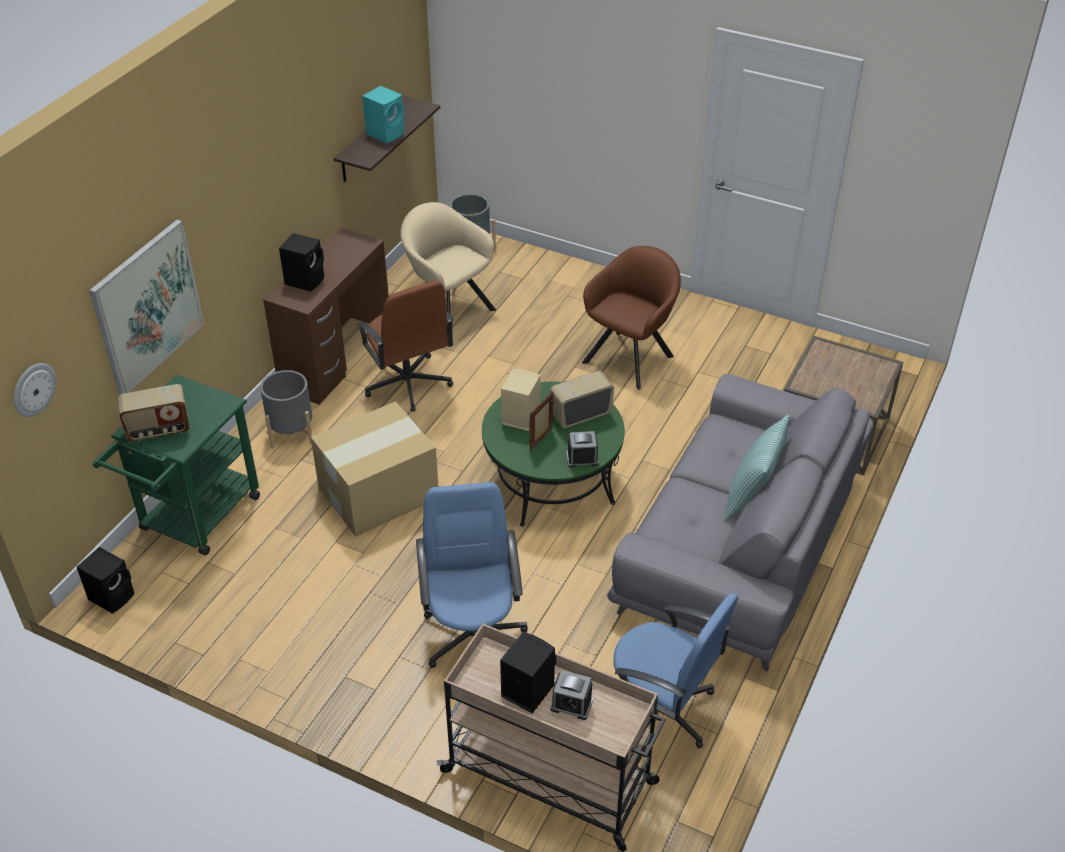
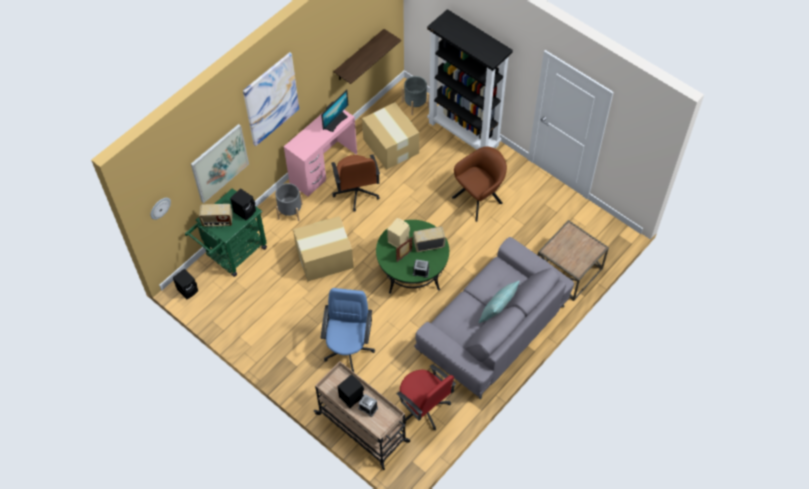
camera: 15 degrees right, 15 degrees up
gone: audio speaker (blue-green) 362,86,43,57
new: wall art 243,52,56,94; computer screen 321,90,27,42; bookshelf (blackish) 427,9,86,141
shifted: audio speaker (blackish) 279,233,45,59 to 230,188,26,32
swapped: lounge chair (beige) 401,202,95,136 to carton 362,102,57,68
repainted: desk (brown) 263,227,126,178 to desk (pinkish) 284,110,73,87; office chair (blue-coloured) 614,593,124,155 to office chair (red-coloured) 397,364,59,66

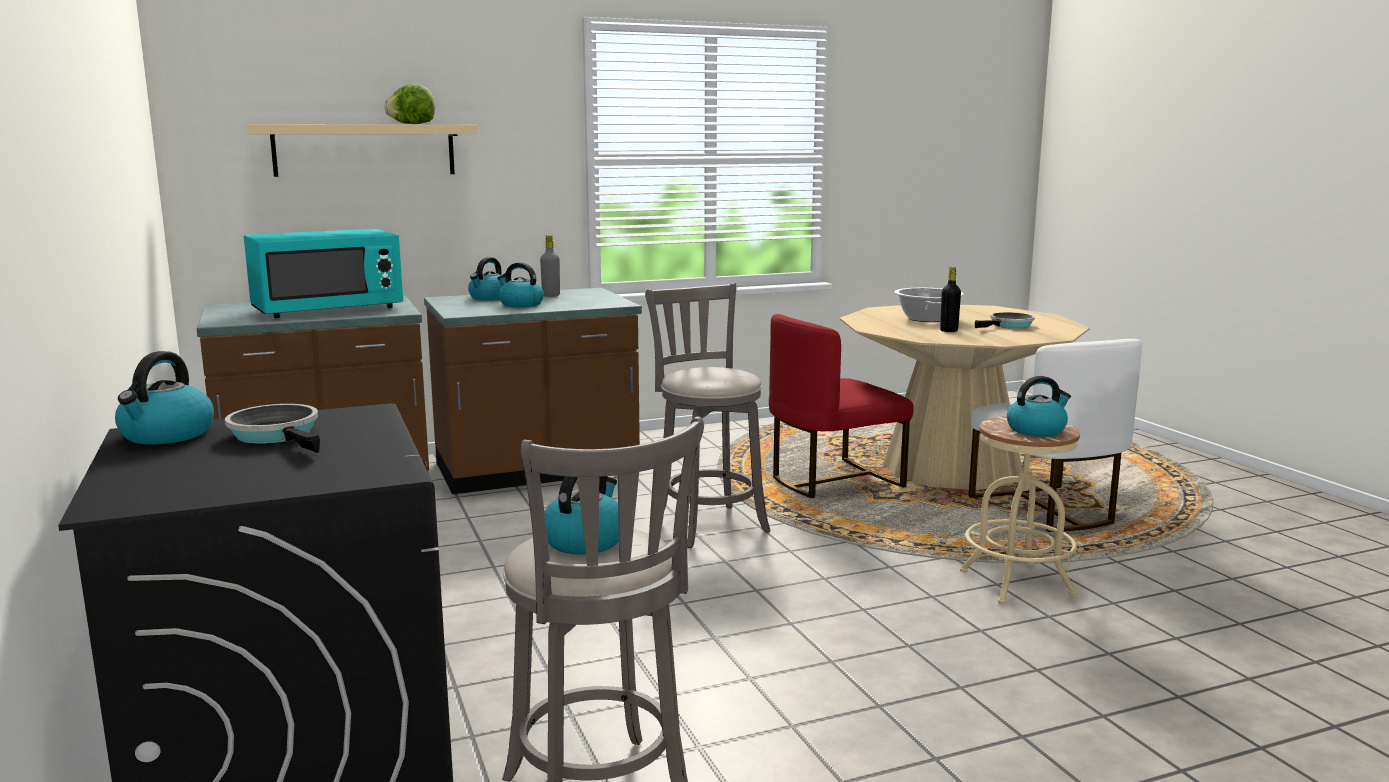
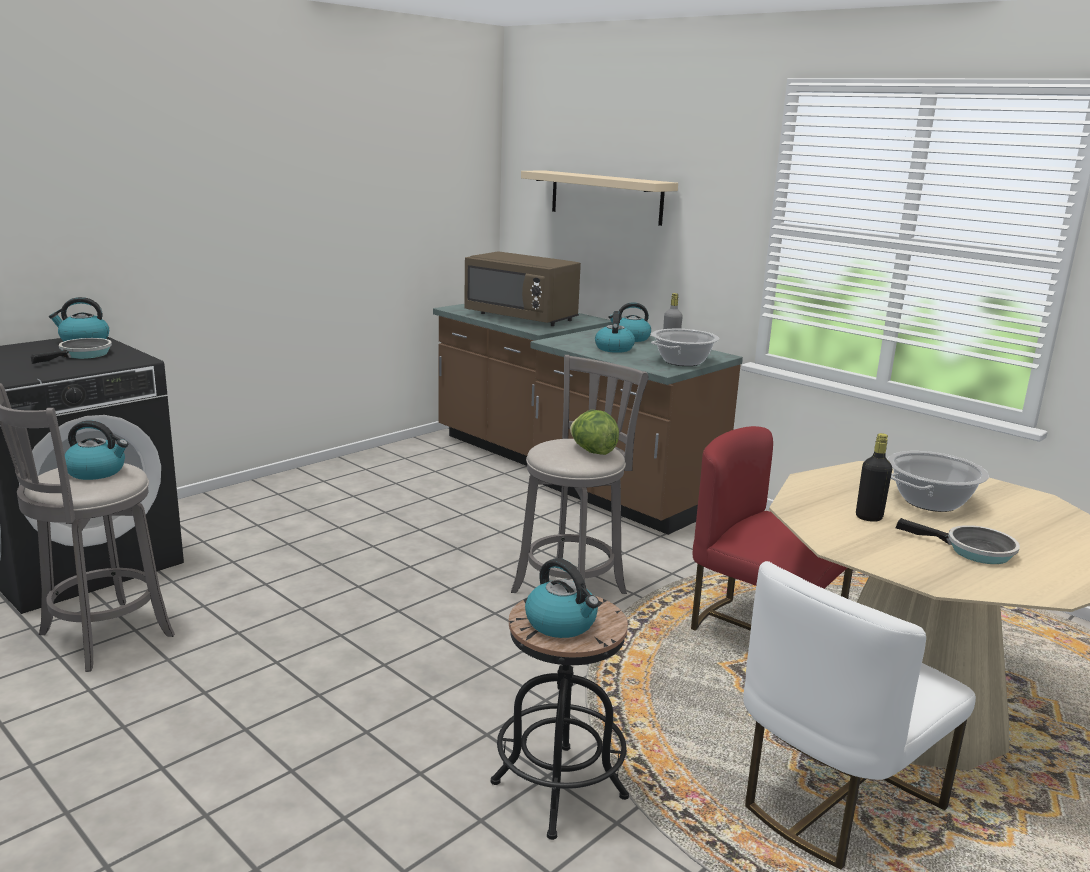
camera: 65 degrees right, 5 degrees up
new: saucepot 651,329,68,37
shifted: lettuce head 384,84,51,40 to 570,410,49,45
repainted: microwave oven (blue-green) 244,229,159,89 to microwave oven (brown) 464,251,117,75; sitting stool (beige) 960,416,120,189 to sitting stool (blackish) 491,596,138,244

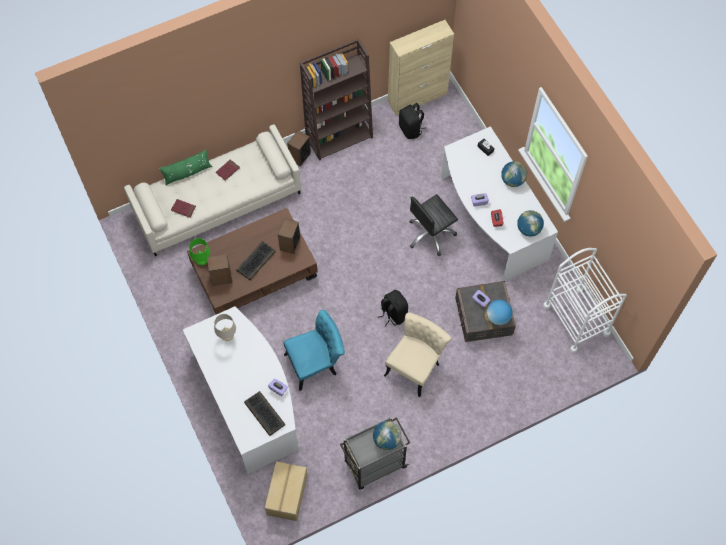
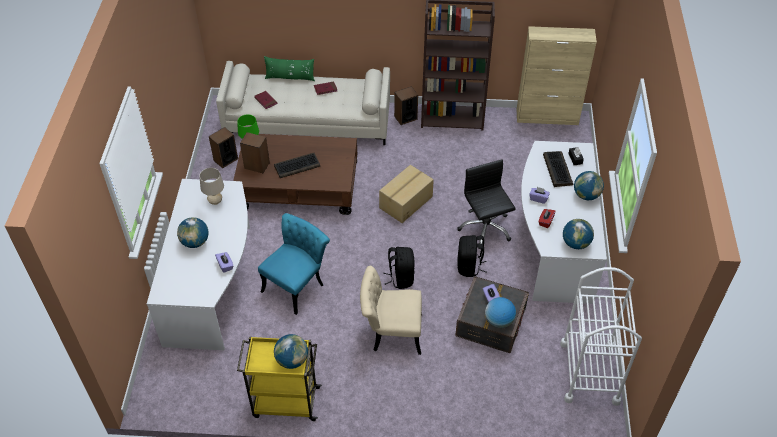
camera: 30 degrees right, 15 degrees down
new: desk globe 177,217,32,31
shifted: audio speaker 278,218,22,36 to 209,127,29,42; carton 265,461,43,60 to 379,165,55,58; rucksack (blackish) 399,103,26,36 to 457,235,30,42; computer keyboard 244,391,42,45 to 543,151,30,36
repainted: trolley (grey) 340,417,70,72 to trolley (yellow) 237,336,85,85
rotated: chair (blue-green) 284,310,61,81 = 258,213,72,102 60 degrees counterclockwise; chair (beige) 384,312,68,85 = 360,266,62,89 150 degrees counterclockwise; office chair (blackish) 410,194,48,62 = 457,159,59,90 75 degrees clockwise

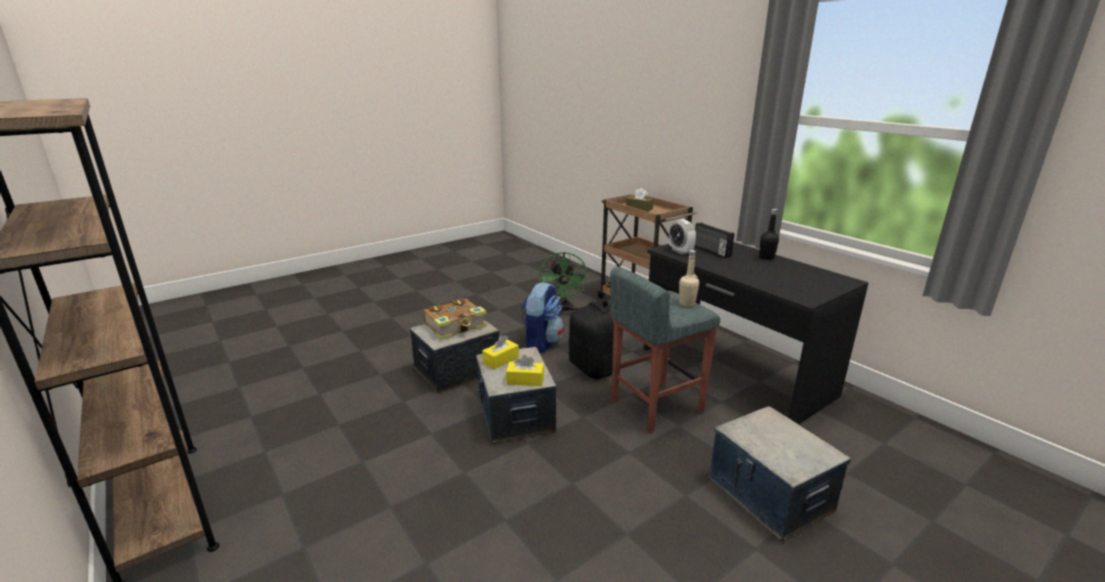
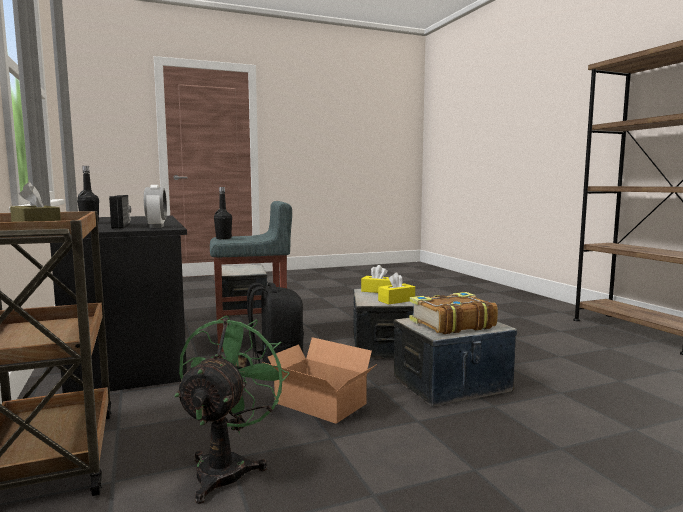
camera: 165 degrees left, 15 degrees down
swapped: rucksack 521,282,43,71 to carton 262,337,115,87
repainted: drink bottle (beige) 679,250,20,56 to drink bottle (blackish) 214,187,18,52

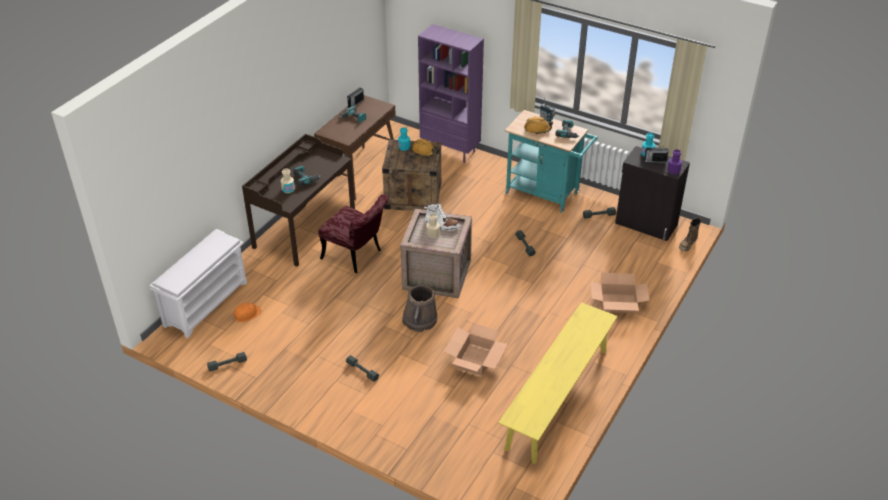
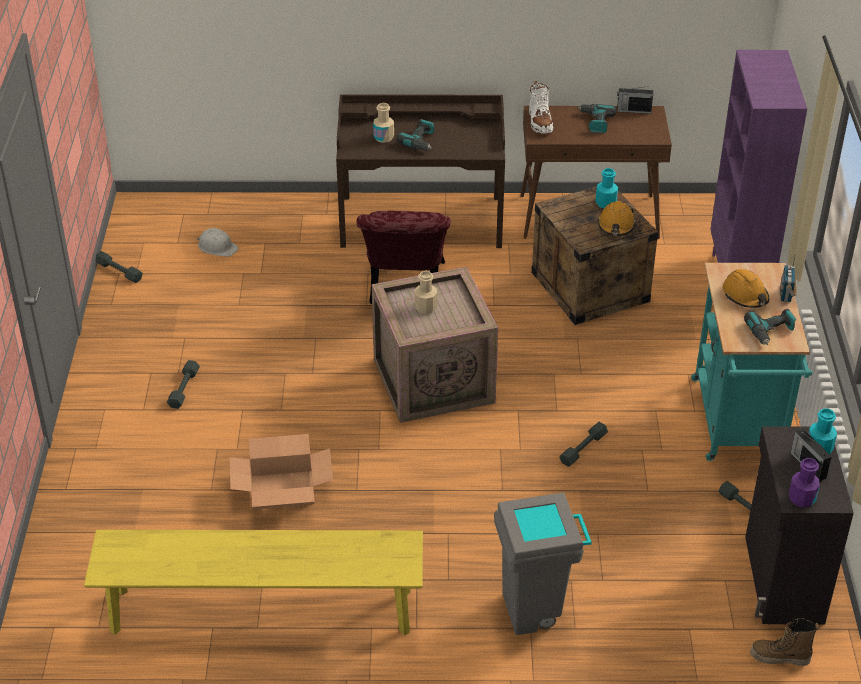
camera: 60 degrees right, 0 degrees up
gone: shoe stand (whitish) 149,229,98,109; water bucket (brown) 402,285,35,47
shifted: high-top boot (whitish) 424,203,36,28 to 529,81,24,52
swapped: carton 590,273,59,40 to waste bin (grey) 494,492,98,143
repainted: work helmet (orange) 232,303,30,19 to work helmet (whitish) 197,228,42,29

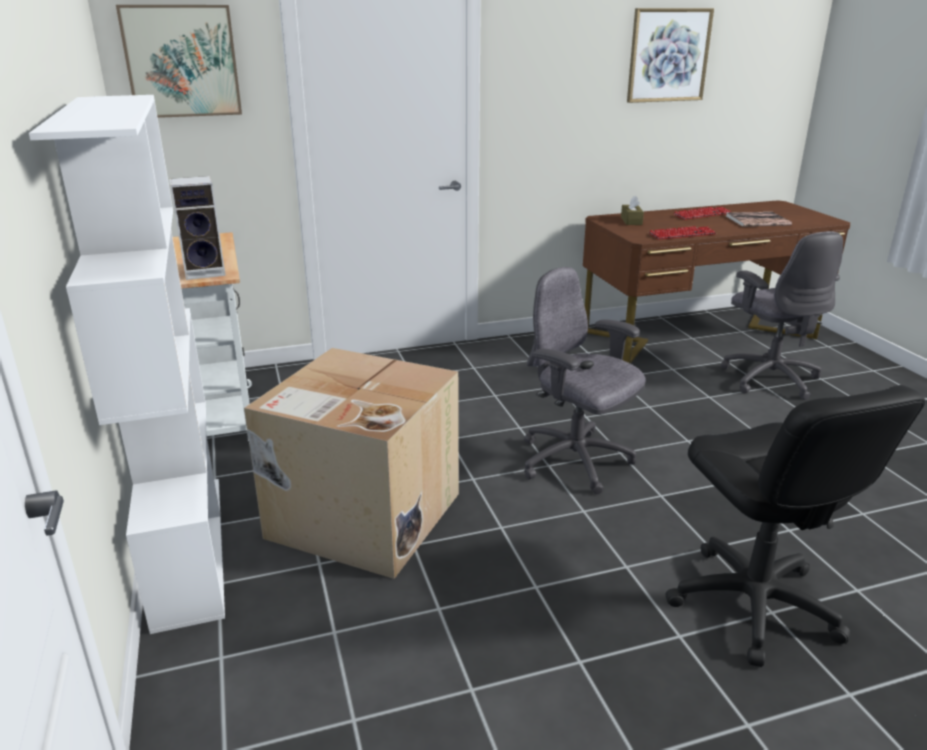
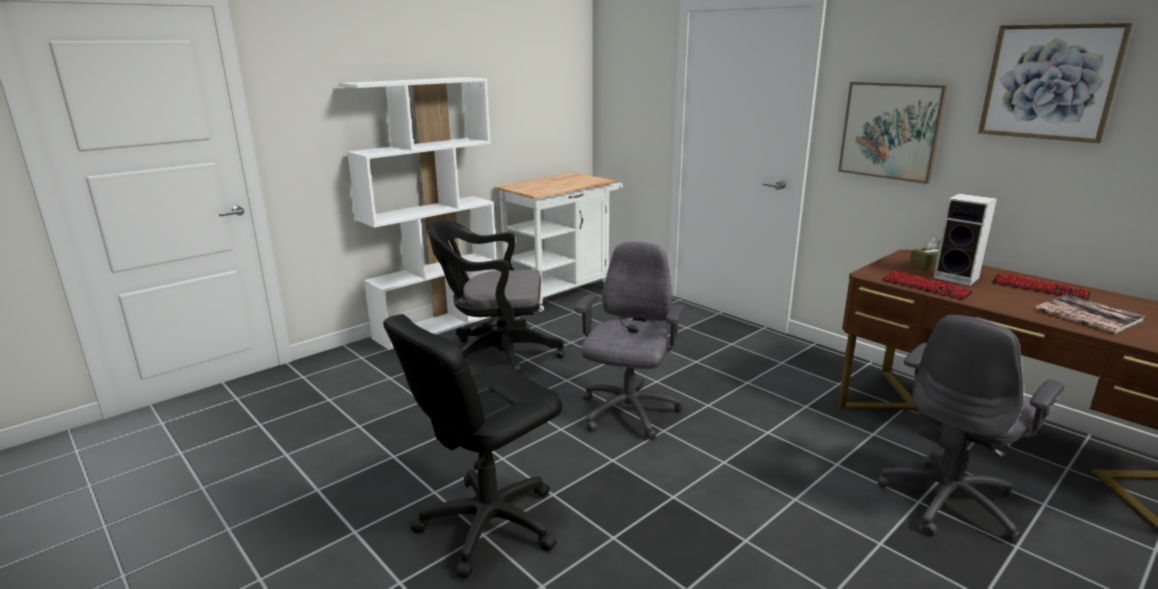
camera: 65 degrees right, 5 degrees down
shifted: wall art 116,5,126,113 to 838,82,110,102; audio speaker 169,176,57,104 to 933,194,64,92
swapped: carton 244,348,215,231 to office chair (blackish) 427,220,137,153

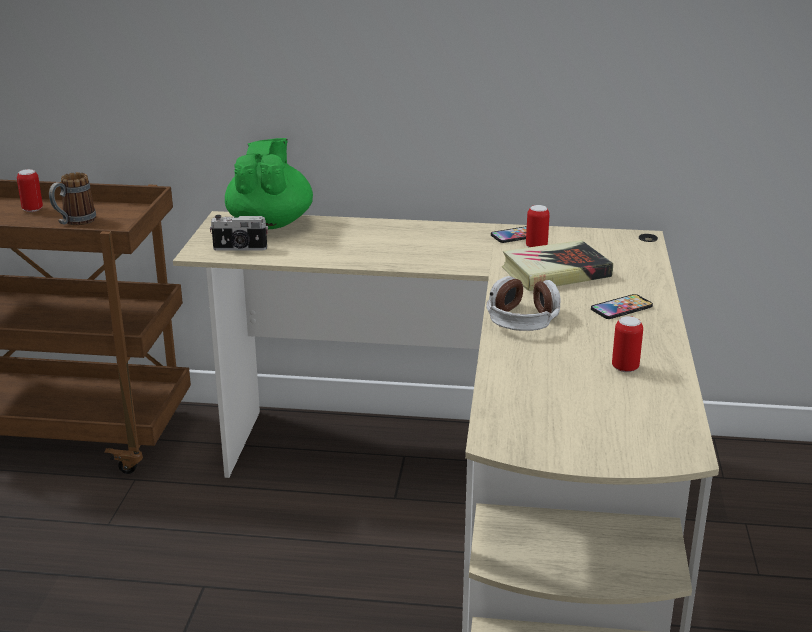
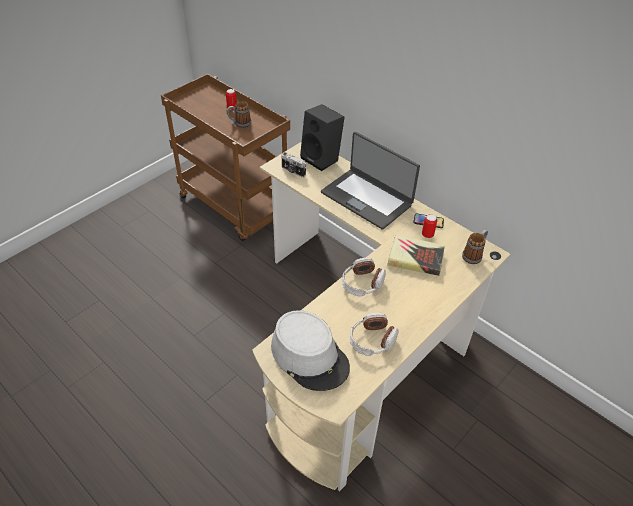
camera: 35 degrees right, 20 degrees up
gone: telephone 591,294,62,25
new: clothing hat (grey) 271,310,79,81; portable computer 321,132,99,98; mug 462,230,26,34
swapped: pot for tea (green-coloured) 225,138,88,91 to audio speaker (blackish) 300,104,45,67; can 612,316,31,56 to headphones 350,313,48,43

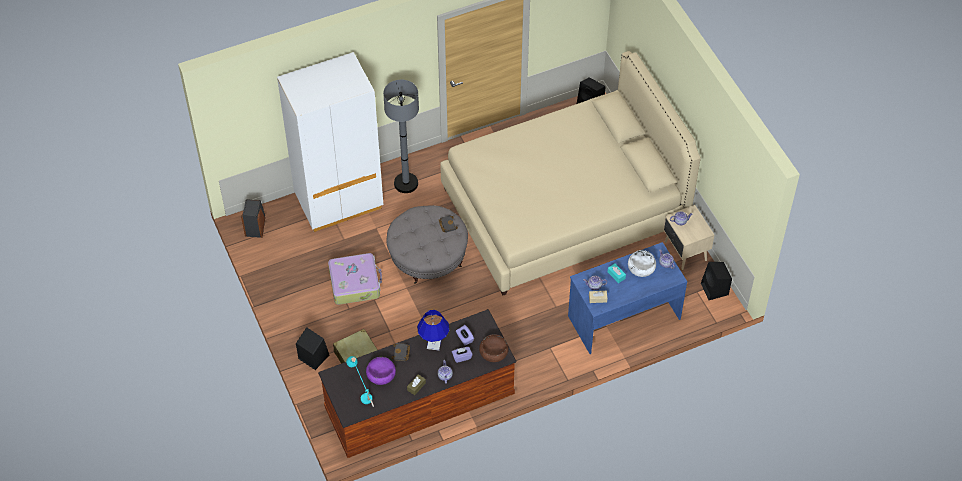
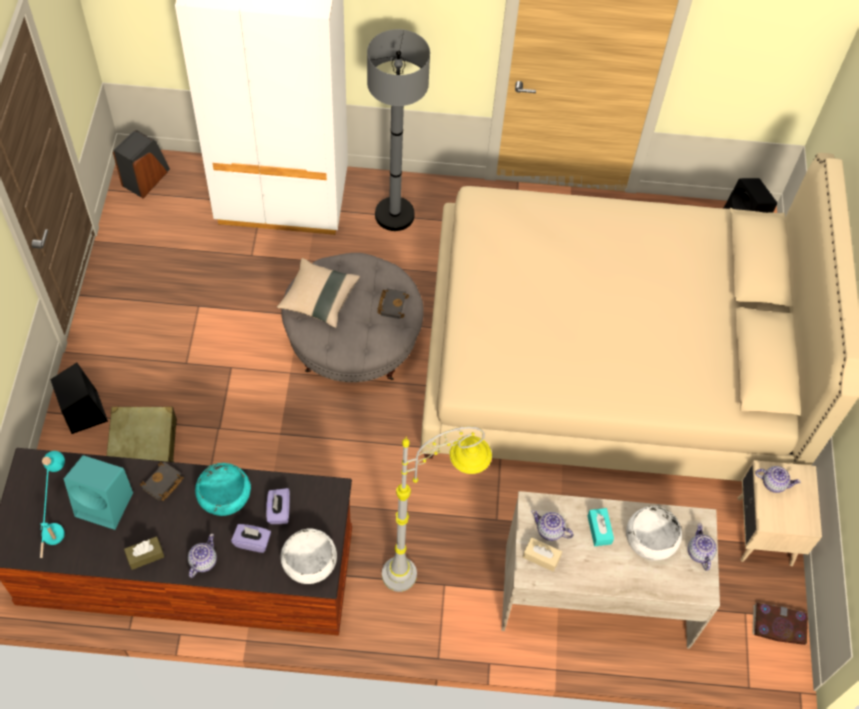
camera: 25 degrees right, 5 degrees up
gone: suitcase 328,253,54,52
new: pillow (beige) 277,258,83,70; standard lamp (grey) 382,426,110,166
swapped: bowl (purplish) 366,357,30,28 to audio speaker (blue-green) 63,455,70,75; lamp for a table (blue-coloured) 417,310,32,41 to bowl (blue-green) 195,463,56,53; audio speaker (blackish) 701,262,31,38 to book 752,603,56,42
repainted: bowl (brown) 479,334,30,28 to bowl (whitish) 281,528,56,56; desk (blue-coloured) 568,242,119,112 to desk (beige) 502,491,218,158

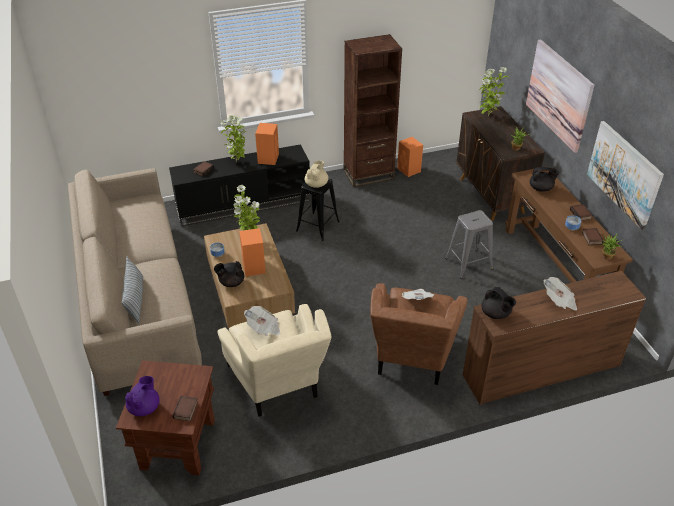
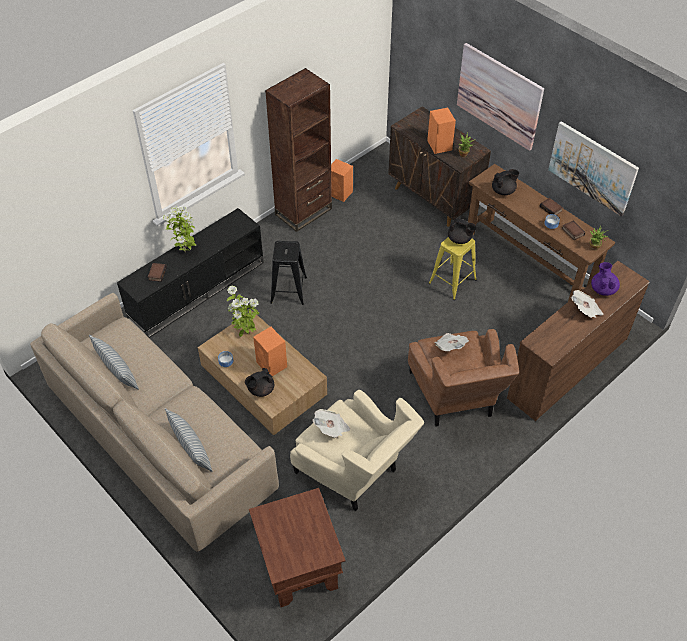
camera: 25 degrees left, 10 degrees up
gone: book 173,396,25,25; pot for tea (beige) 305,161,24,27; houseplant 479,67,29,49
new: pillow 89,335,50,55
shifted: audio speaker (orange) 255,123,24,42 to 427,108,29,46; pot for tea (blackish) 481,287,35,32 to 448,218,29,26; pot for tea (purplish) 125,376,35,40 to 591,262,29,34
repainted: sitting stool (grey) 445,210,48,69 to sitting stool (yellow) 428,237,49,63

